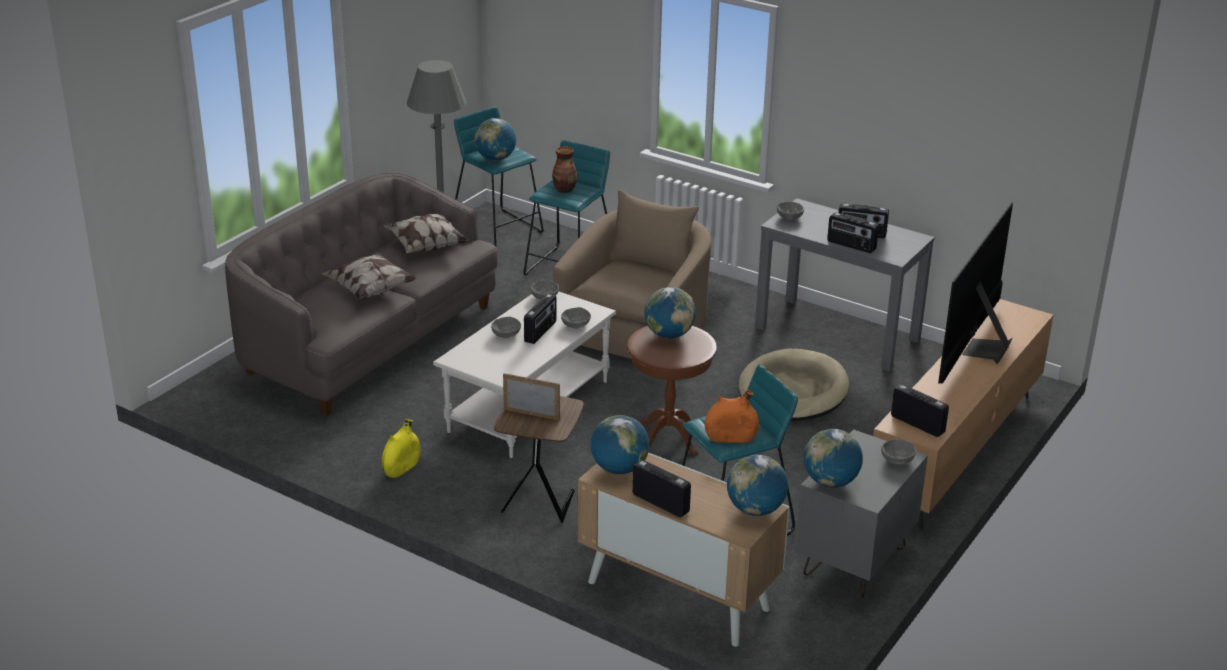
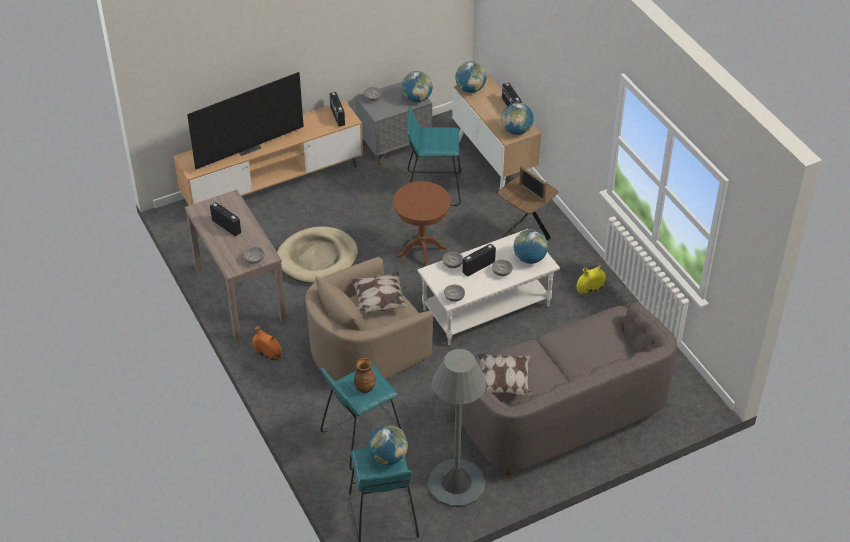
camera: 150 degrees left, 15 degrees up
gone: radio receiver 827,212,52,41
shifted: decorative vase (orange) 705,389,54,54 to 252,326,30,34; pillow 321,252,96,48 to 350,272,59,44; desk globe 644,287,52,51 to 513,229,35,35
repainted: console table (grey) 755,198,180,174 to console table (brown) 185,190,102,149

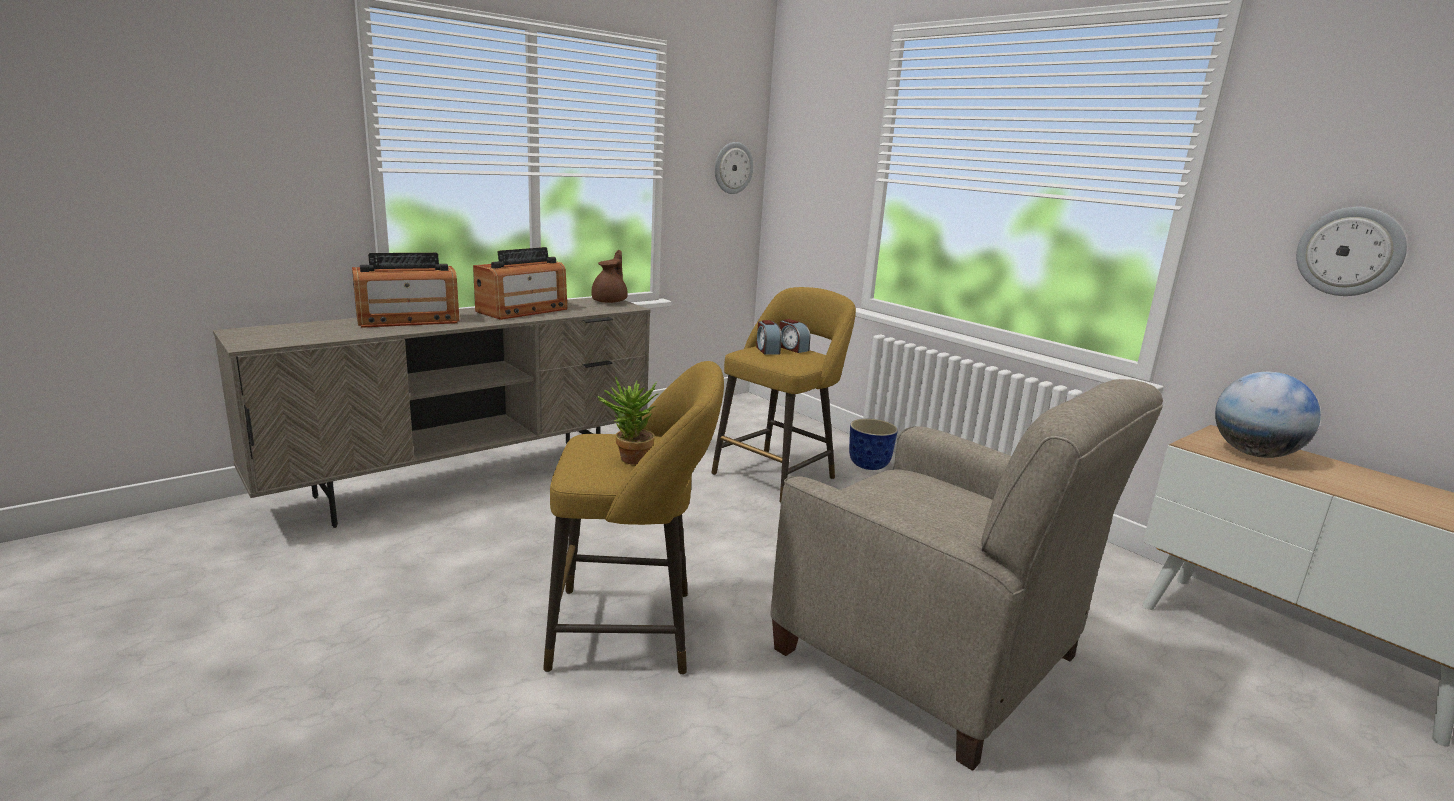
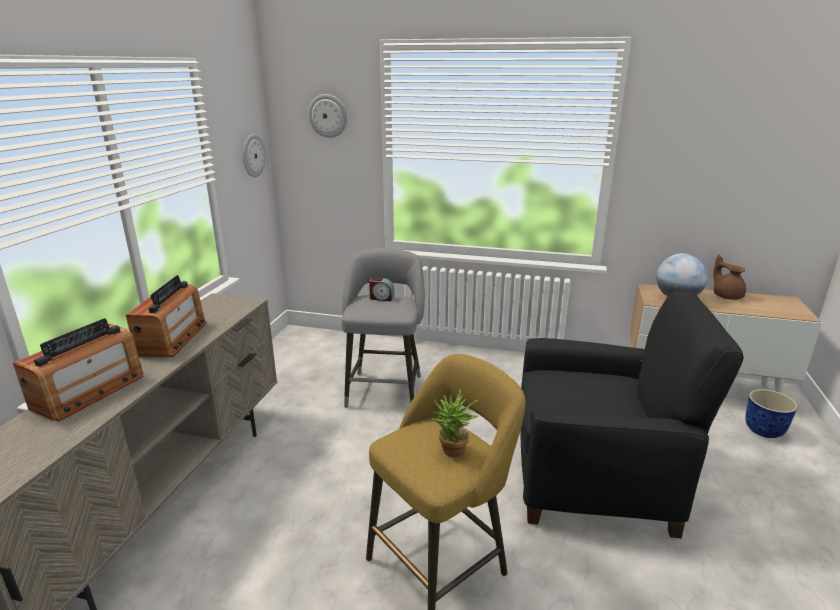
camera: 35 degrees left, 5 degrees up
gone: alarm clock 756,320,26,35
shifted: hanging clock 1296,207,111,89 to 308,94,39,44; pot for tea (brown) 591,250,37,53 to 713,255,33,45; plant pot 849,419,49,51 to 745,389,53,49
repainted: sitting stool (yellow) 711,287,145,216 to sitting stool (grey) 342,248,83,160; lounge chair (beige) 770,379,393,392 to lounge chair (blackish) 520,289,224,249

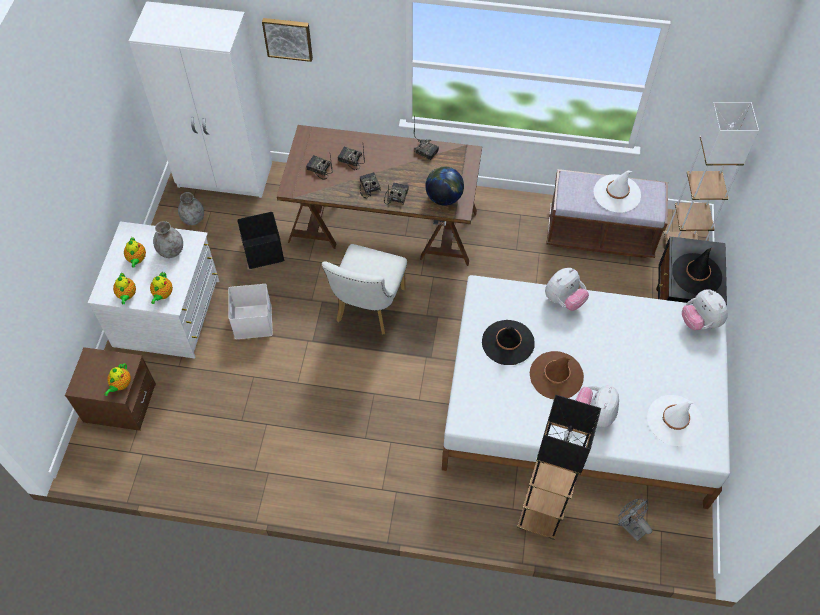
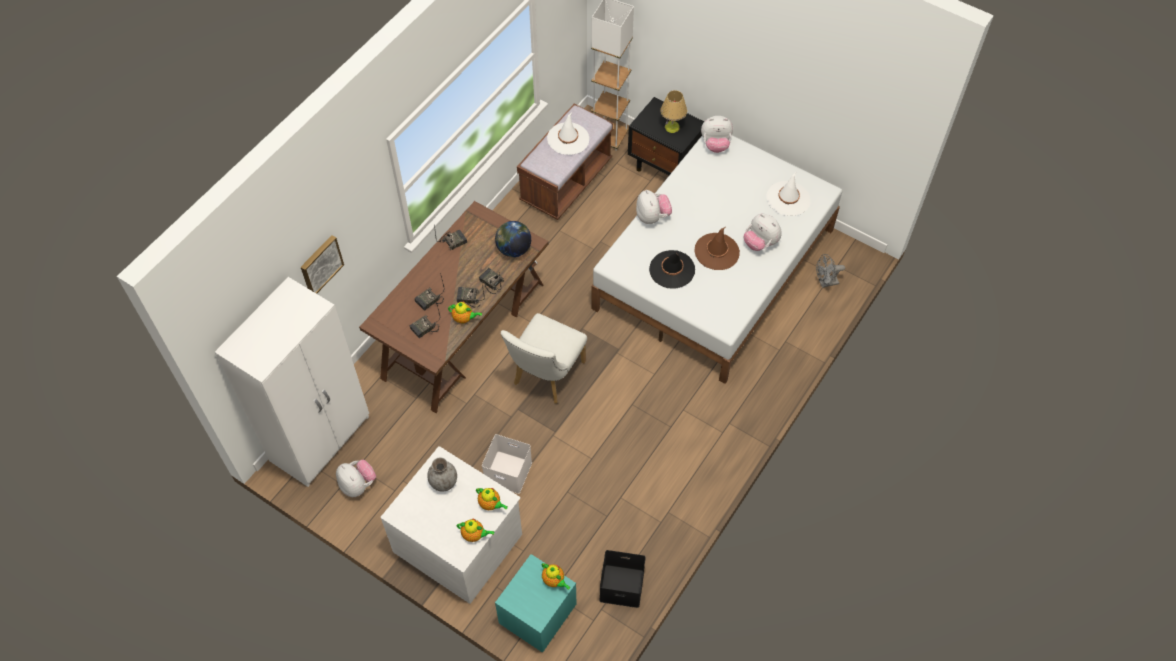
camera: 65 degrees left, 0 degrees up
gone: standard lamp (blackish) 517,395,84,145
shifted: pot for tea 124,237,22,31 to 448,302,34,22; storage container (blackish) 237,212,47,57 to 599,550,47,58
swapped: decorative vase (grey) 178,192,26,33 to soft toy 336,460,40,37; clothing hat (blackish) 672,248,50,47 to lamp for a table 661,90,26,43
repainted: night table (brown) 65,347,91,84 to night table (blue-green) 495,554,81,99
rotated: chair (whitish) 322,244,85,91 = 501,313,86,90 75 degrees clockwise

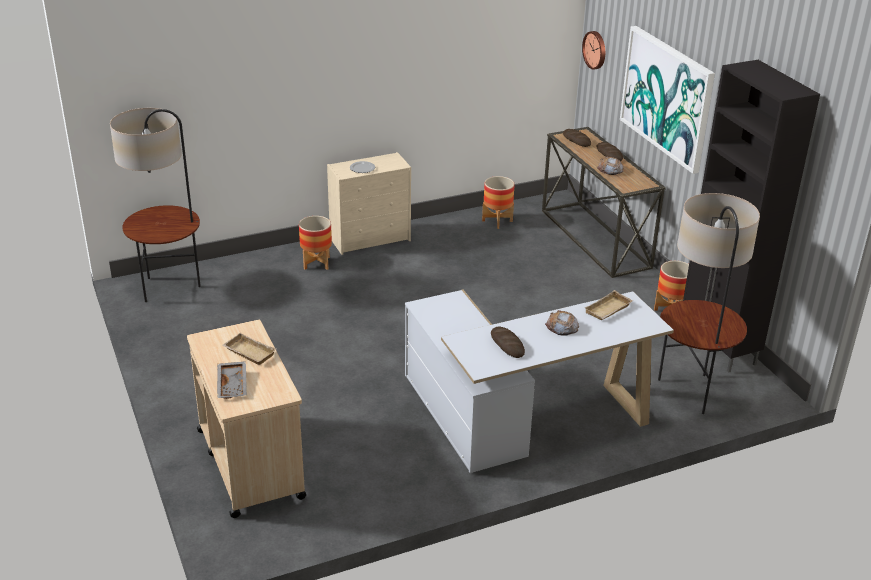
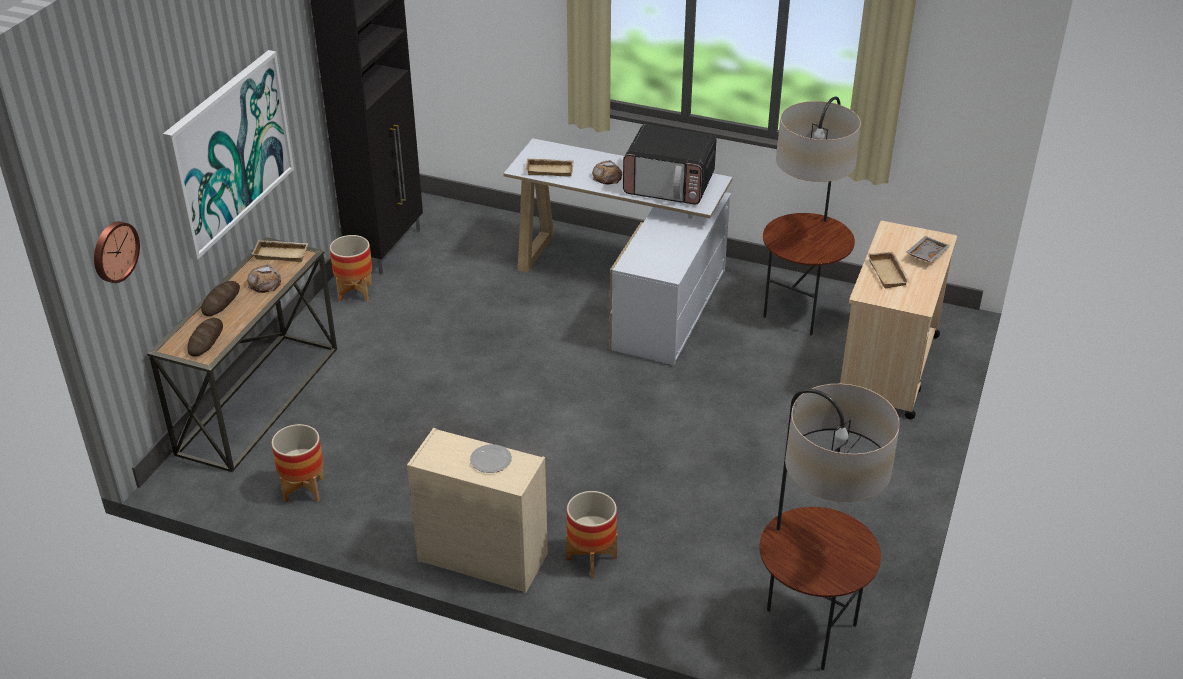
camera: 135 degrees left, 5 degrees up
new: serving tray (beige) 252,240,57,22
shifted: standard lamp 658,193,102,221 to 763,97,98,238
swapped: bread 491,327,34,31 to microwave oven 623,124,94,81

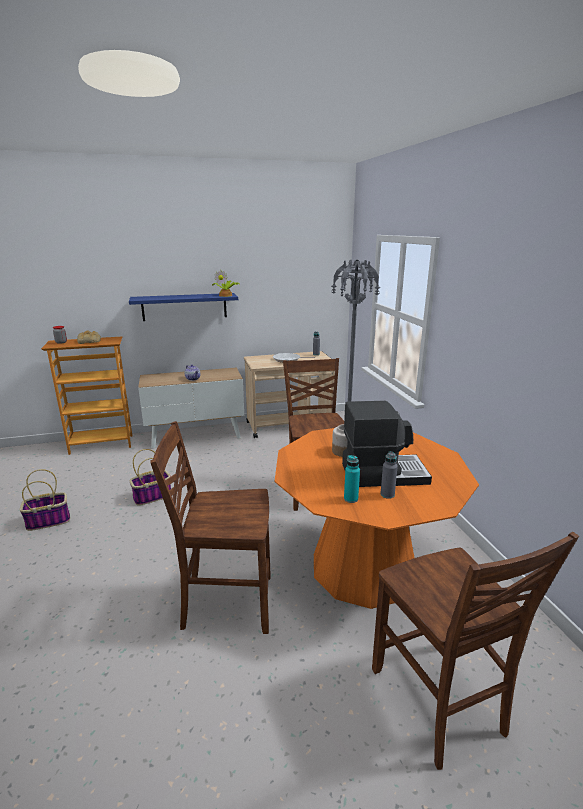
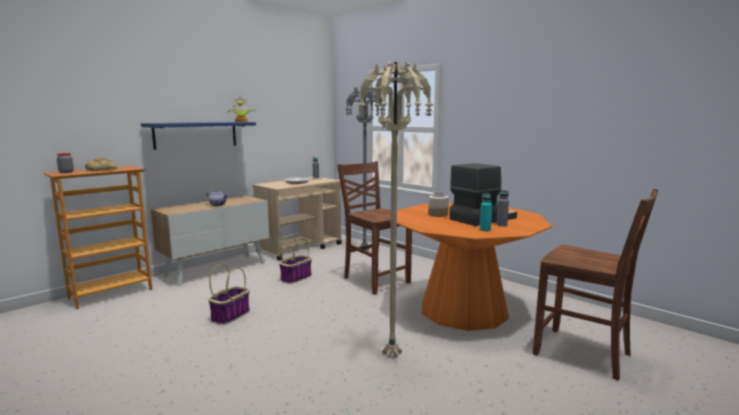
camera: 30 degrees left, 10 degrees down
shifted: storage basket 19,469,51,62 to 279,236,33,48
swapped: chair (brown) 150,421,120,213 to standard lamp (beige) 358,61,76,297

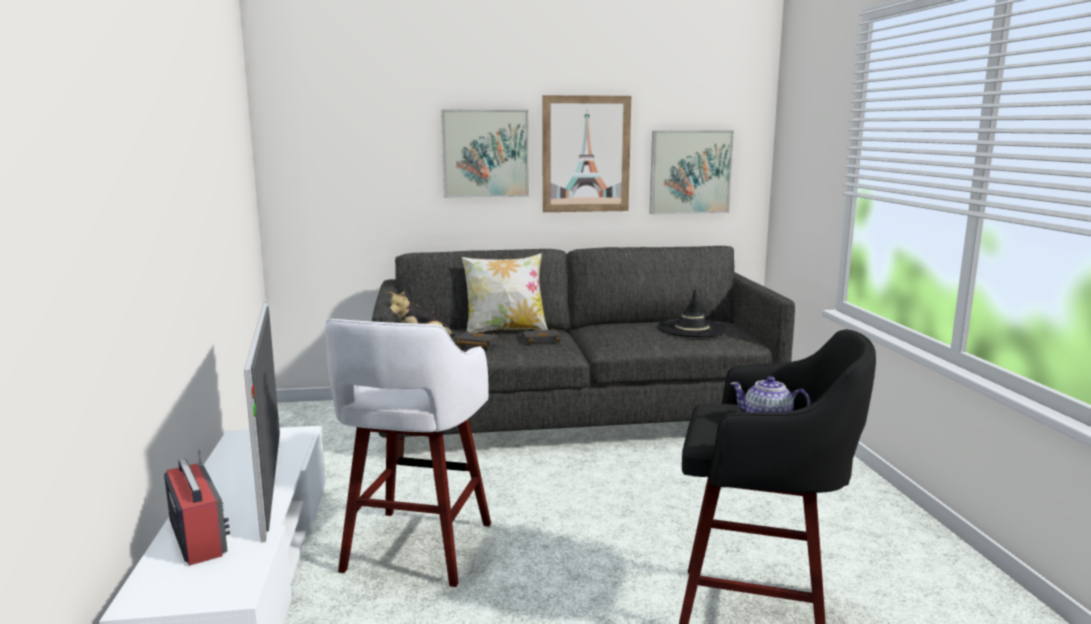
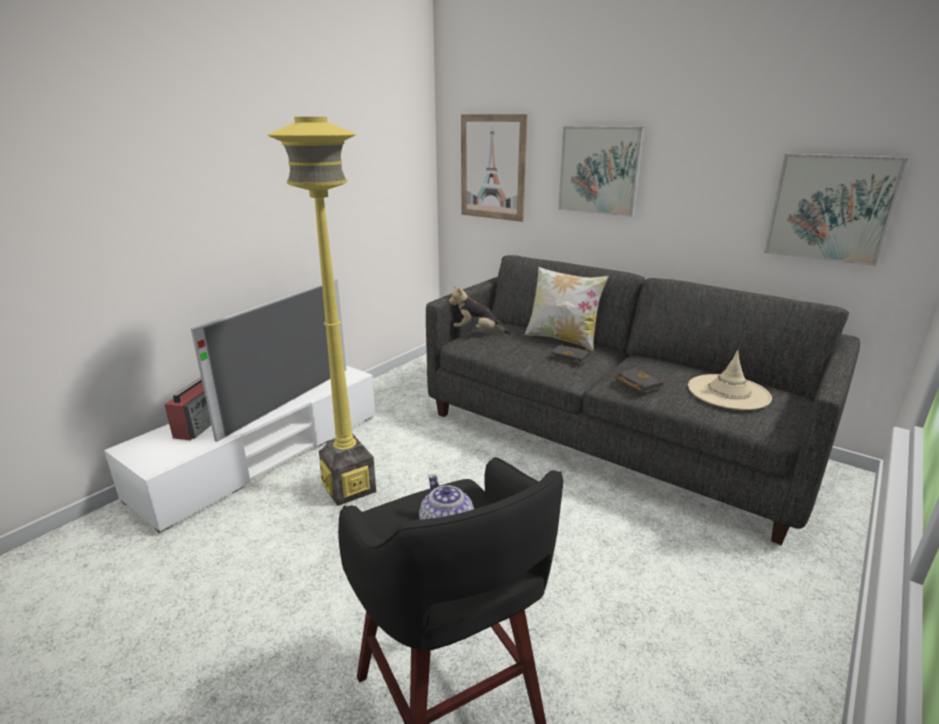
camera: 45 degrees right, 10 degrees up
shifted: wall art 543,95,88,117 to 461,114,67,108; book (blackish) 455,331,43,17 to 615,368,49,25
swapped: sitting stool (whitish) 325,319,166,268 to standard lamp (yellow) 268,117,108,389
repainted: clothing hat (blackish) 658,289,69,48 to clothing hat (beige) 688,350,84,60

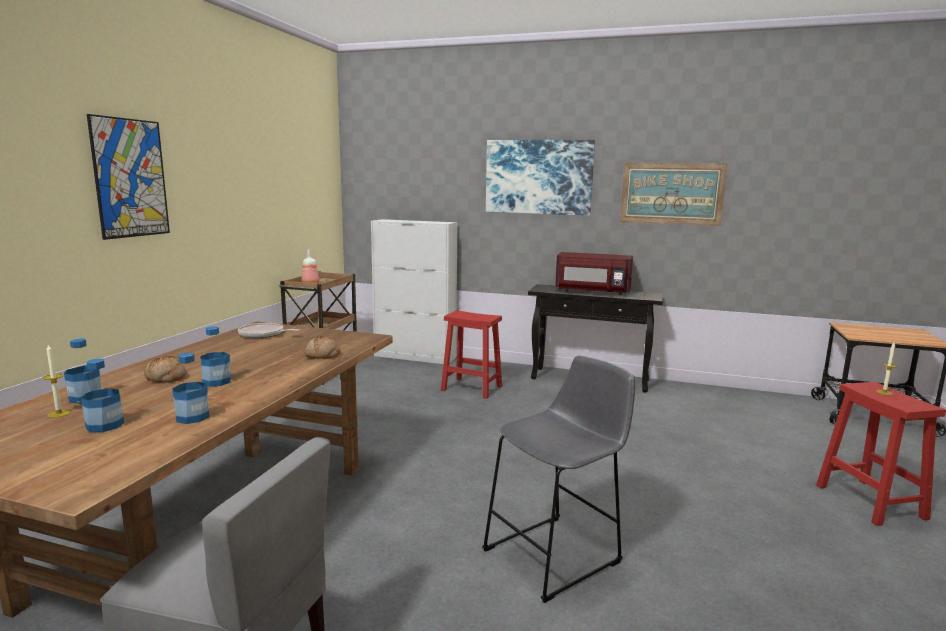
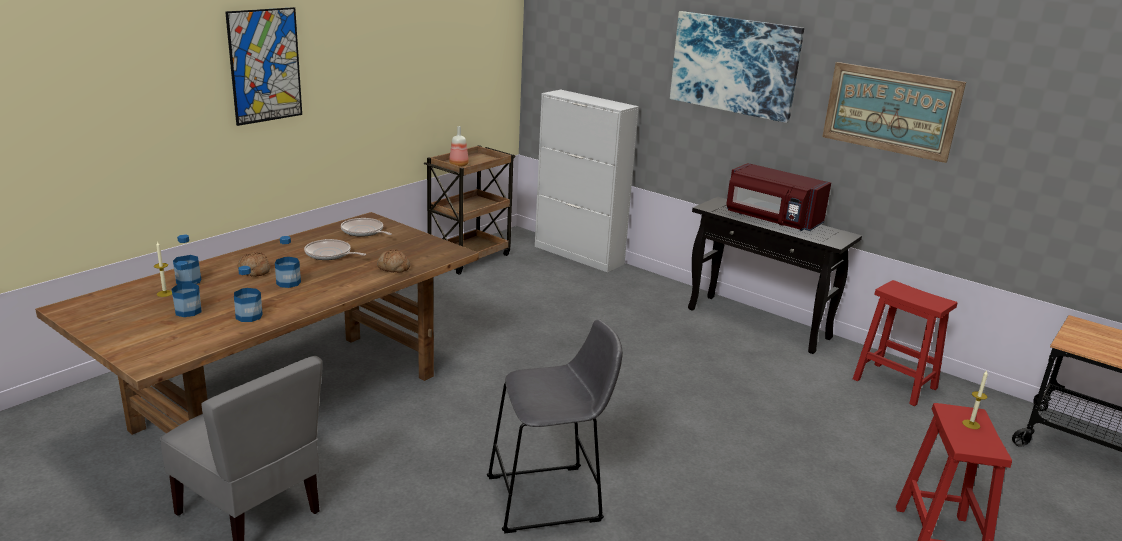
camera: 20 degrees right, 10 degrees up
new: skillet 304,239,62,21
shifted: sitting stool (red-coloured) 441,311,61,88 to 853,280,104,126

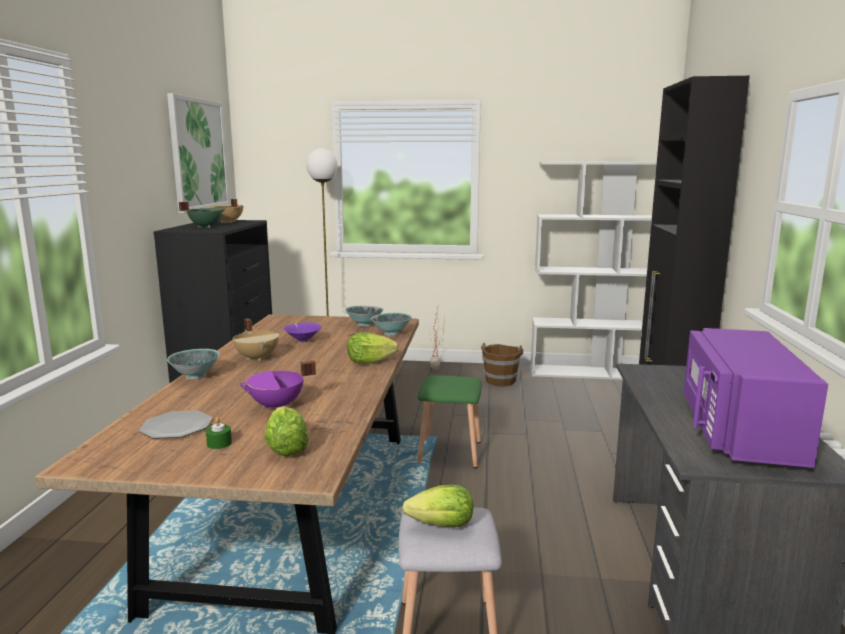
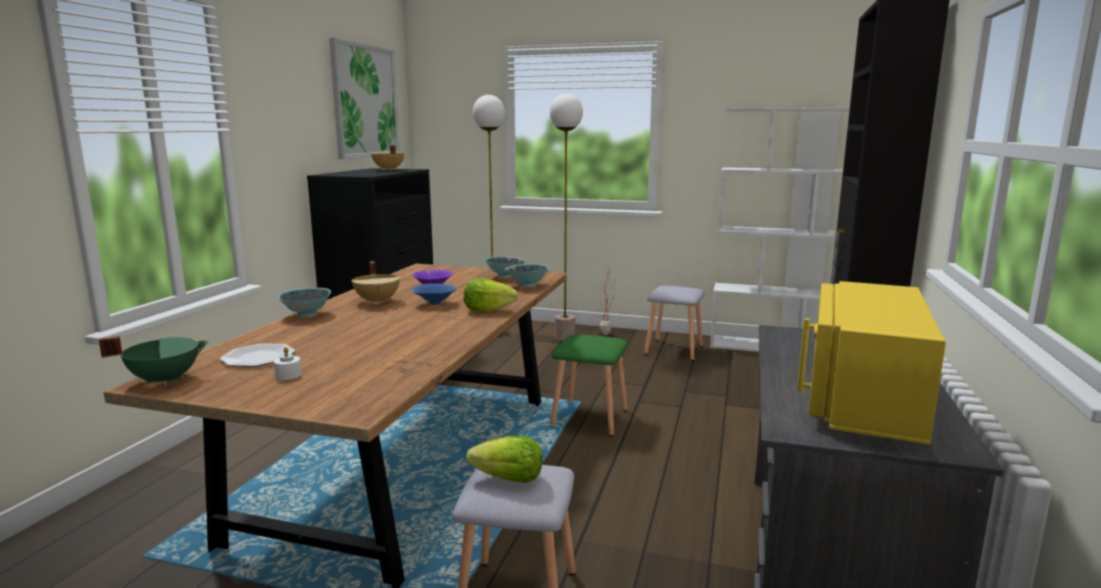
camera: 10 degrees right, 0 degrees up
gone: saucepot (purplish) 239,361,77,47; lettuce head 265,406,44,50
new: bowl (blue-coloured) 412,284,44,21; standard lamp 550,94,33,247
shifted: saucepot (green-coloured) 179,202,47,26 to 99,336,109,50
swapped: water bucket (brown) 481,343,42,44 to sitting stool (grey) 644,286,60,75
repainted: wax candle (green-coloured) 206,417,26,32 to wax candle (whitish) 274,347,28,33; microwave oven (purplish) 683,328,145,140 to microwave oven (yellow) 797,281,149,163

